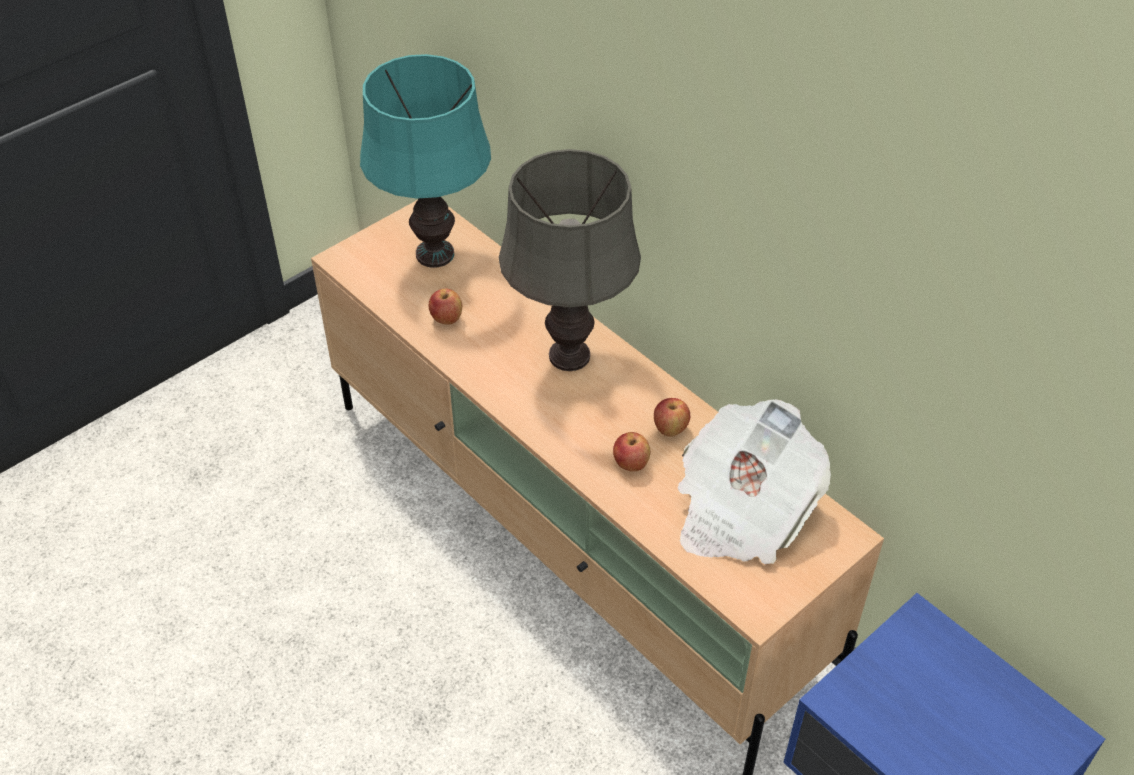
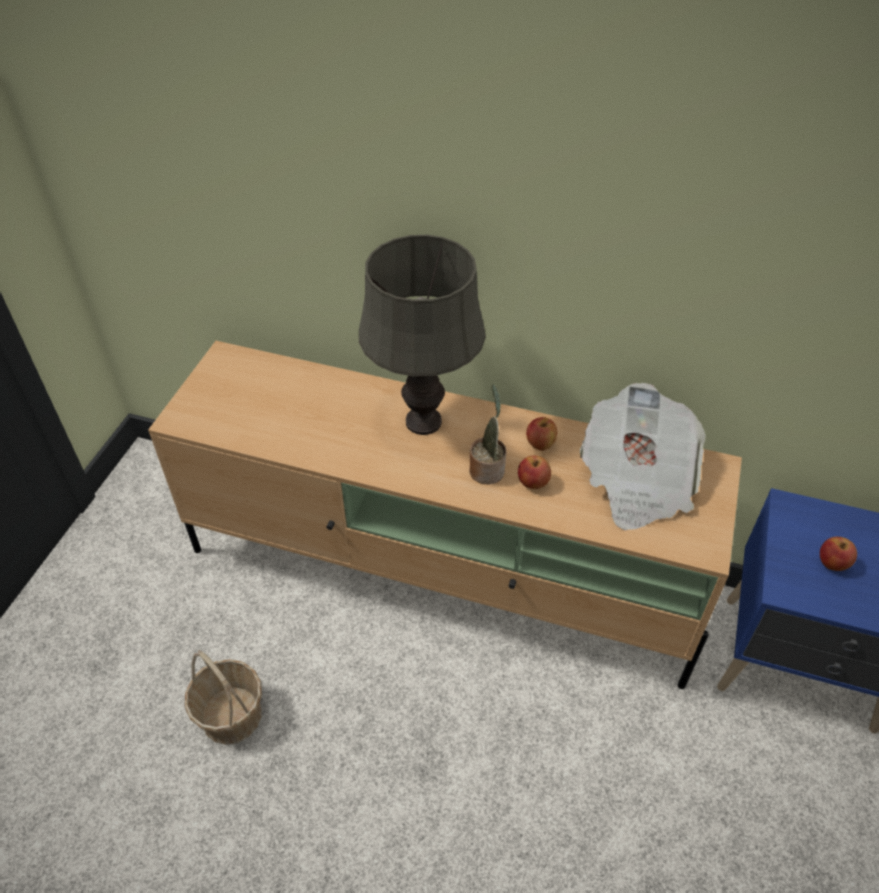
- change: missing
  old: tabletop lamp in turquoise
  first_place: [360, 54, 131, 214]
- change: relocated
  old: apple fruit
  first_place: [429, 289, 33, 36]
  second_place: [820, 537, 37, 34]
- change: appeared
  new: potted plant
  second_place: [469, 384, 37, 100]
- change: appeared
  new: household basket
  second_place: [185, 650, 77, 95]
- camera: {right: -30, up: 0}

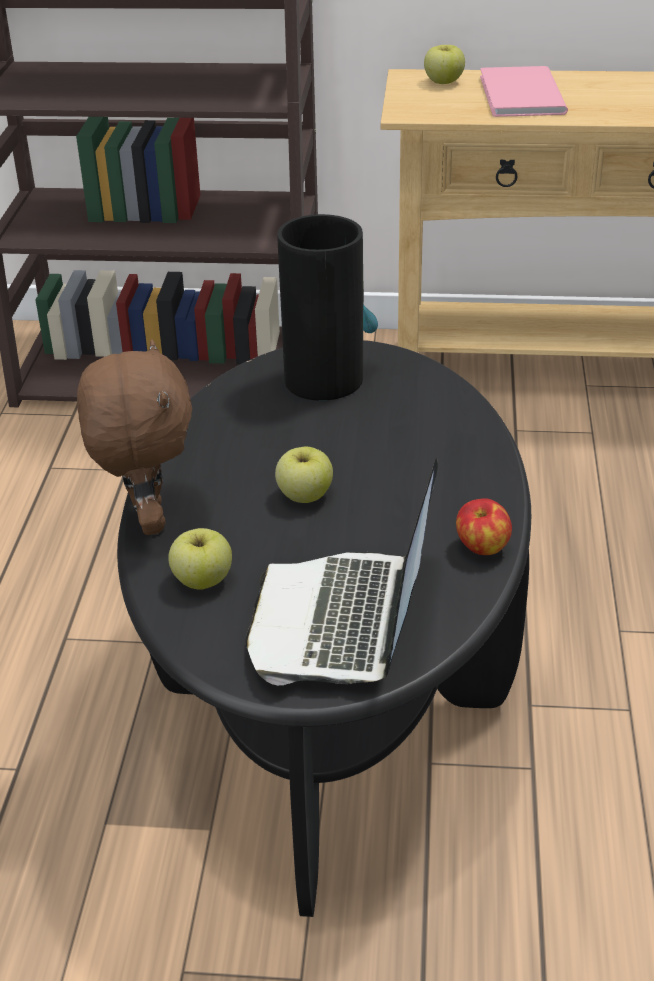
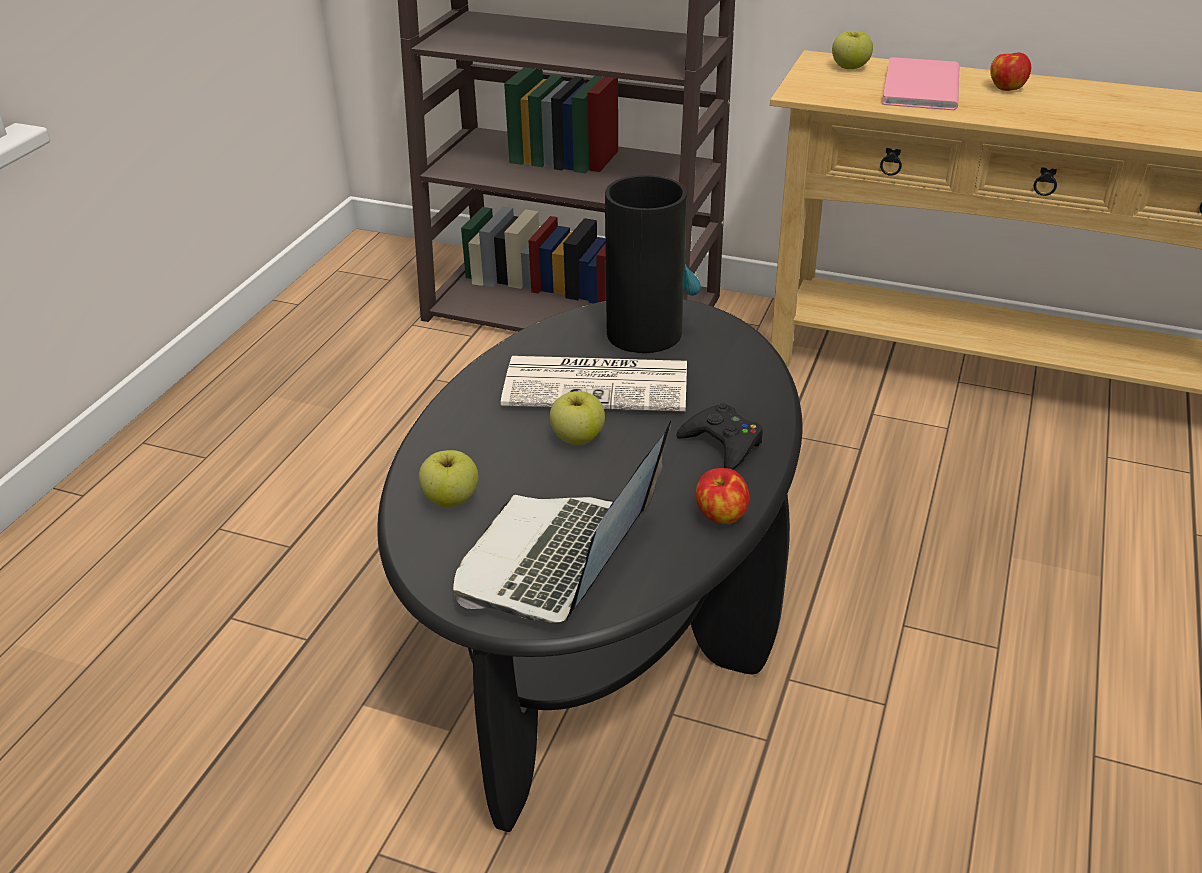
- change: missing
  old: plush toy in brownish
  first_place: [77, 339, 115, 196]
- change: appeared
  new: apple fruit
  second_place: [990, 52, 41, 39]
- change: appeared
  new: newspaper
  second_place: [501, 356, 186, 56]
- change: appeared
  new: game controller in black-coloured
  second_place: [676, 403, 87, 67]
- camera: {right: 15, up: 0}

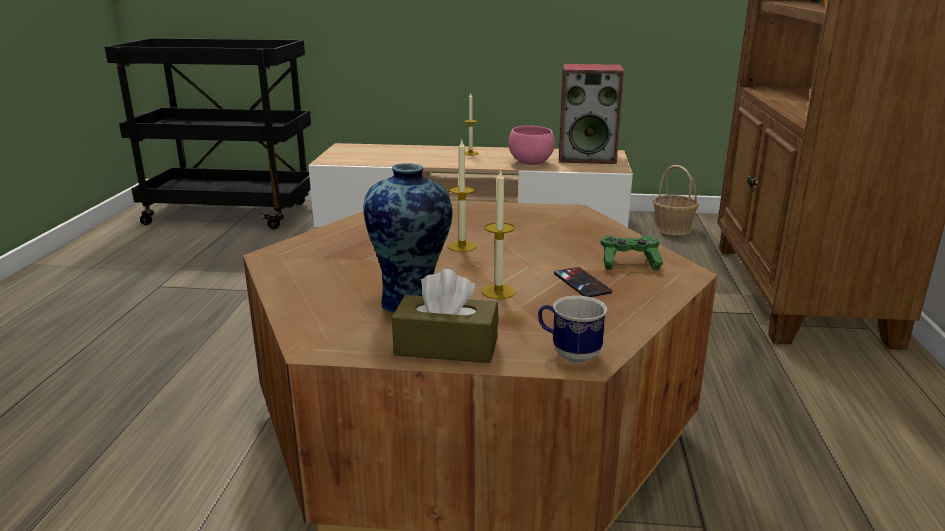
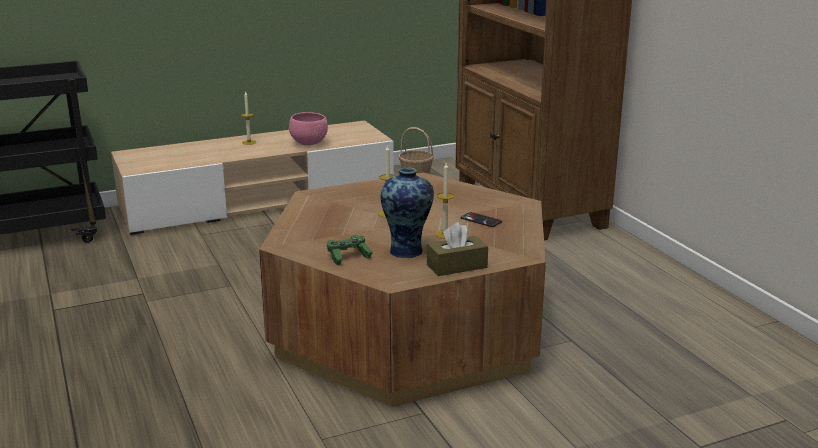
- change: missing
  old: speaker
  first_place: [559, 64, 65, 100]
- change: relocated
  old: game controller in greenish
  first_place: [601, 236, 62, 34]
  second_place: [327, 235, 46, 30]
- change: missing
  old: tea mug
  first_place: [538, 296, 69, 67]
- camera: {right: -30, up: 0}

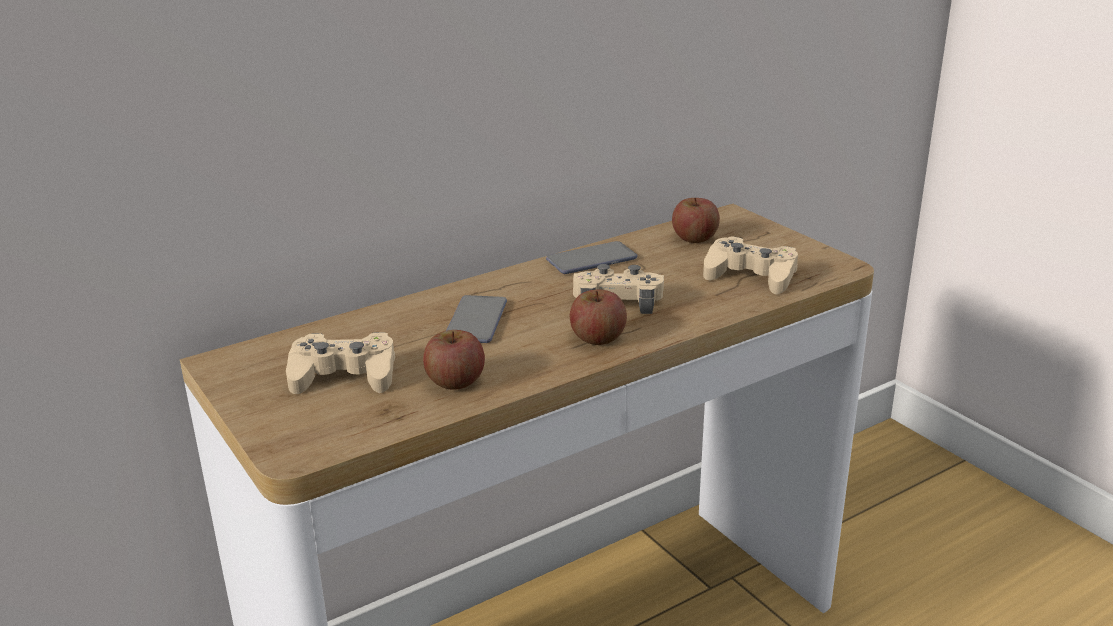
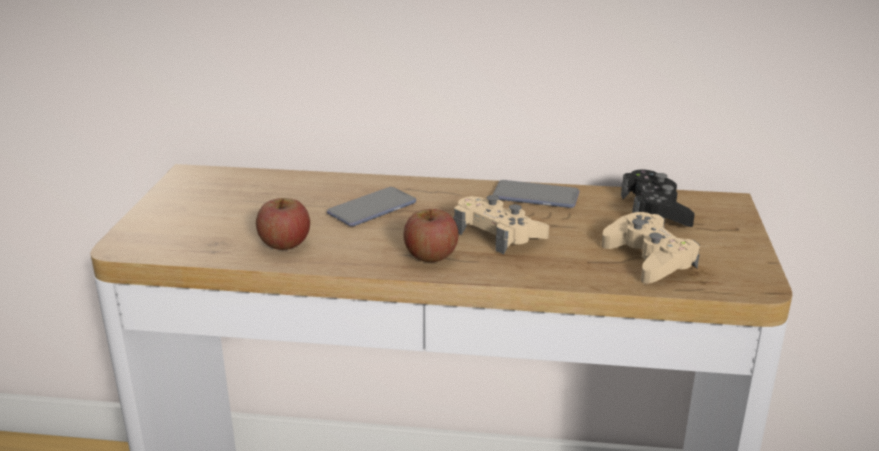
- change: exchanged
  old: apple fruit
  new: game controller in black-coloured
  first_place: [672, 198, 48, 45]
  second_place: [621, 170, 74, 57]
- change: missing
  old: game controller in beige
  first_place: [286, 332, 109, 62]
- camera: {right: 40, up: 0}

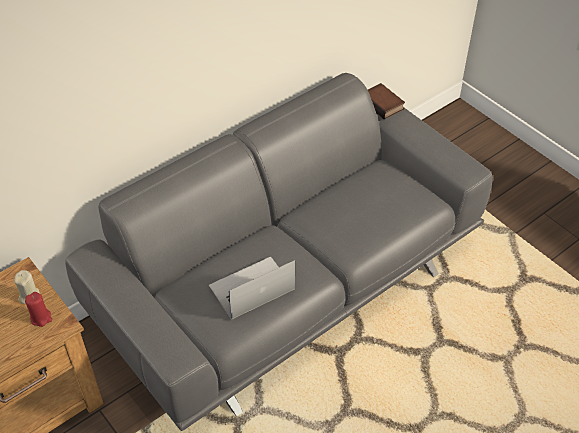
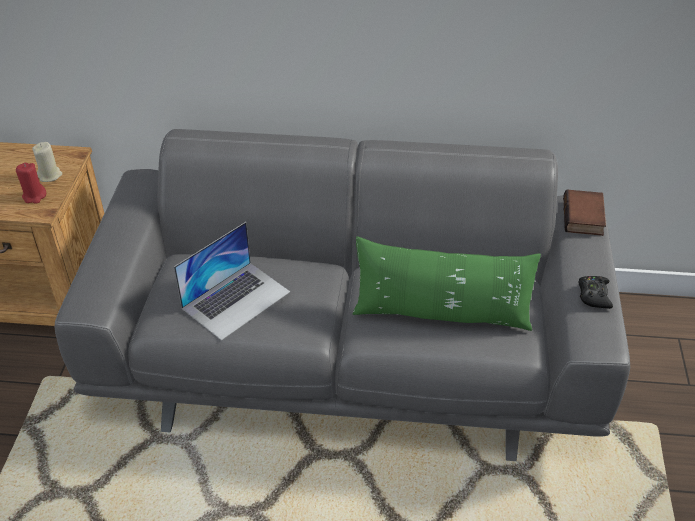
- change: spun
  old: portable computer
  first_place: [209, 257, 86, 63]
  second_place: [174, 222, 116, 119]
  degrees: 120
- change: appeared
  new: pillow in greenish
  second_place: [352, 236, 189, 95]
- change: appeared
  new: game controller in black-coloured
  second_place: [578, 276, 35, 33]
- camera: {right: 45, up: -5}

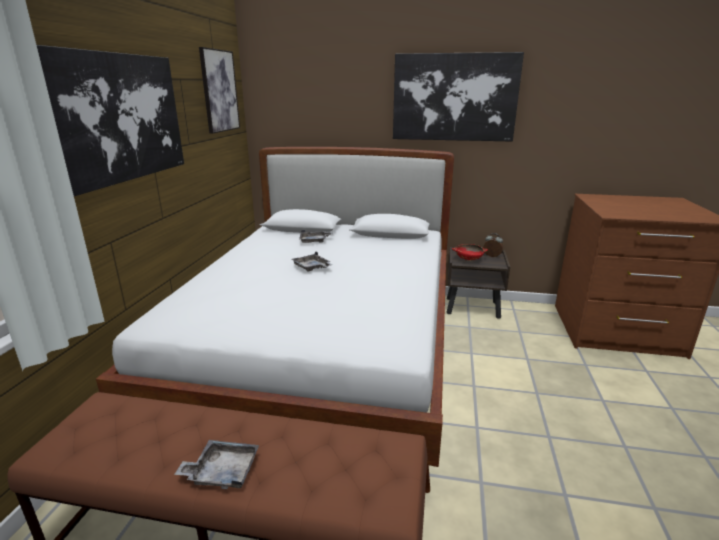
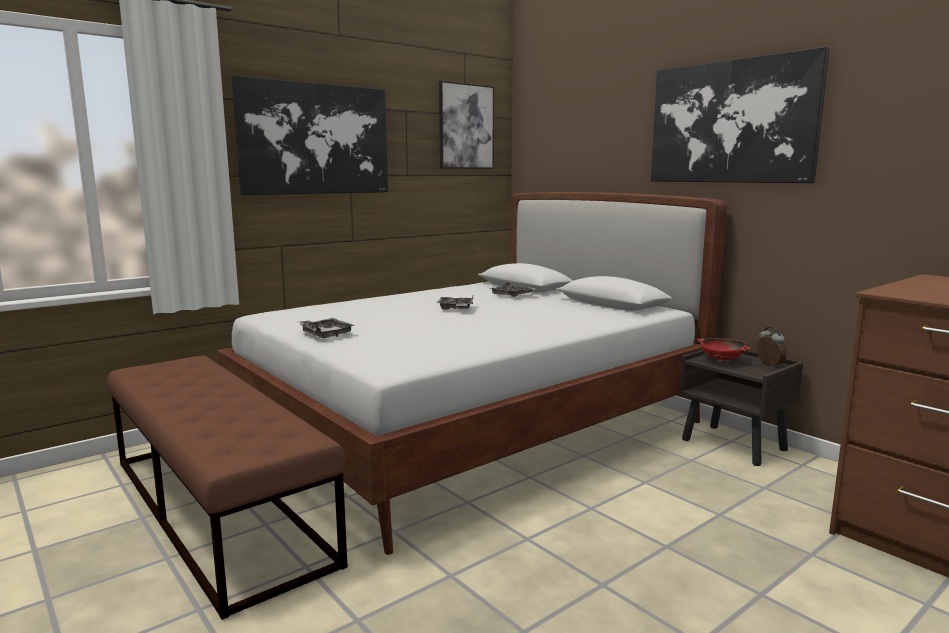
- change: relocated
  old: serving tray in gray
  first_place: [174, 440, 85, 49]
  second_place: [298, 318, 57, 20]
- camera: {right: 40, up: -10}

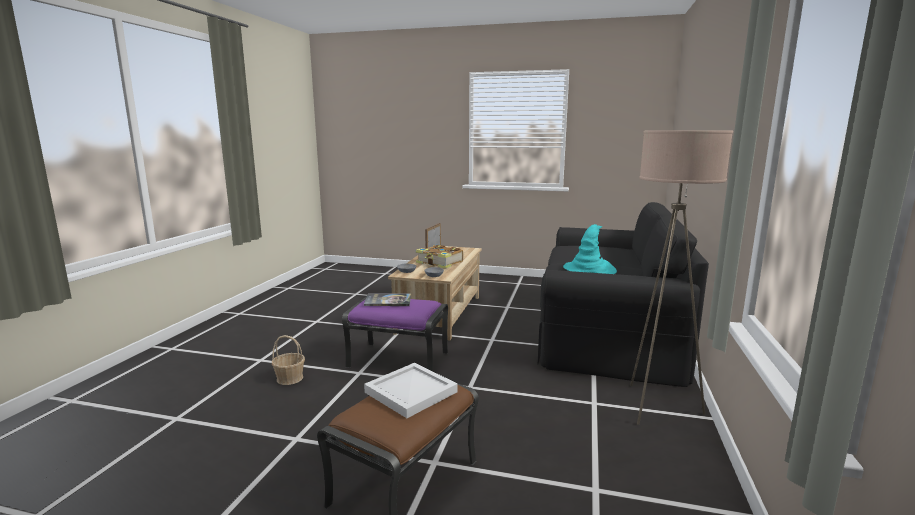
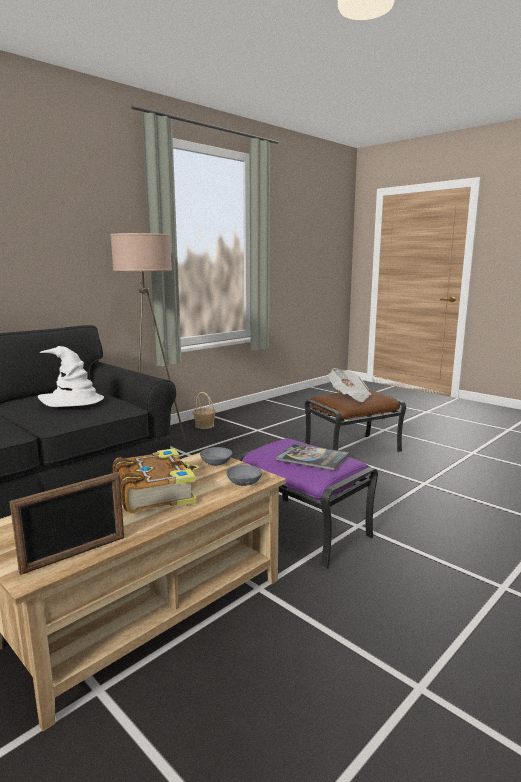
- change: colour
  old: clothing hat in turquoise
  new: clothing hat in white-coloured
  first_place: [563, 224, 54, 50]
  second_place: [38, 346, 66, 61]
- change: relocated
  old: household basket
  first_place: [272, 335, 33, 50]
  second_place: [192, 392, 24, 37]
- change: exchanged
  old: serving tray in white-coloured
  new: newspaper
  first_place: [364, 363, 94, 55]
  second_place: [328, 368, 44, 34]
- camera: {right: -150, up: 0}

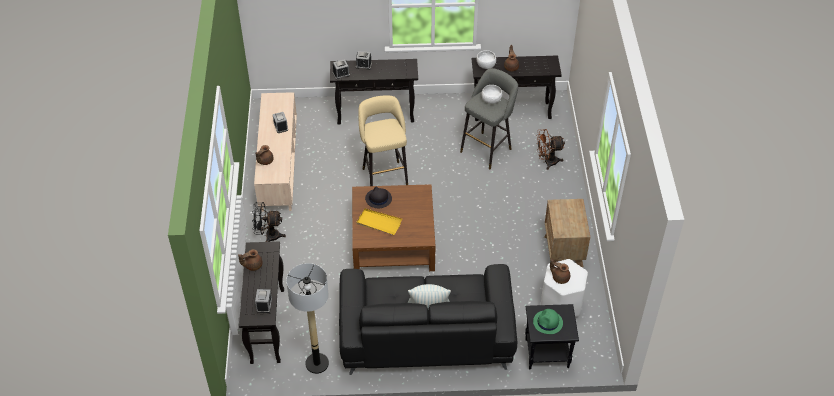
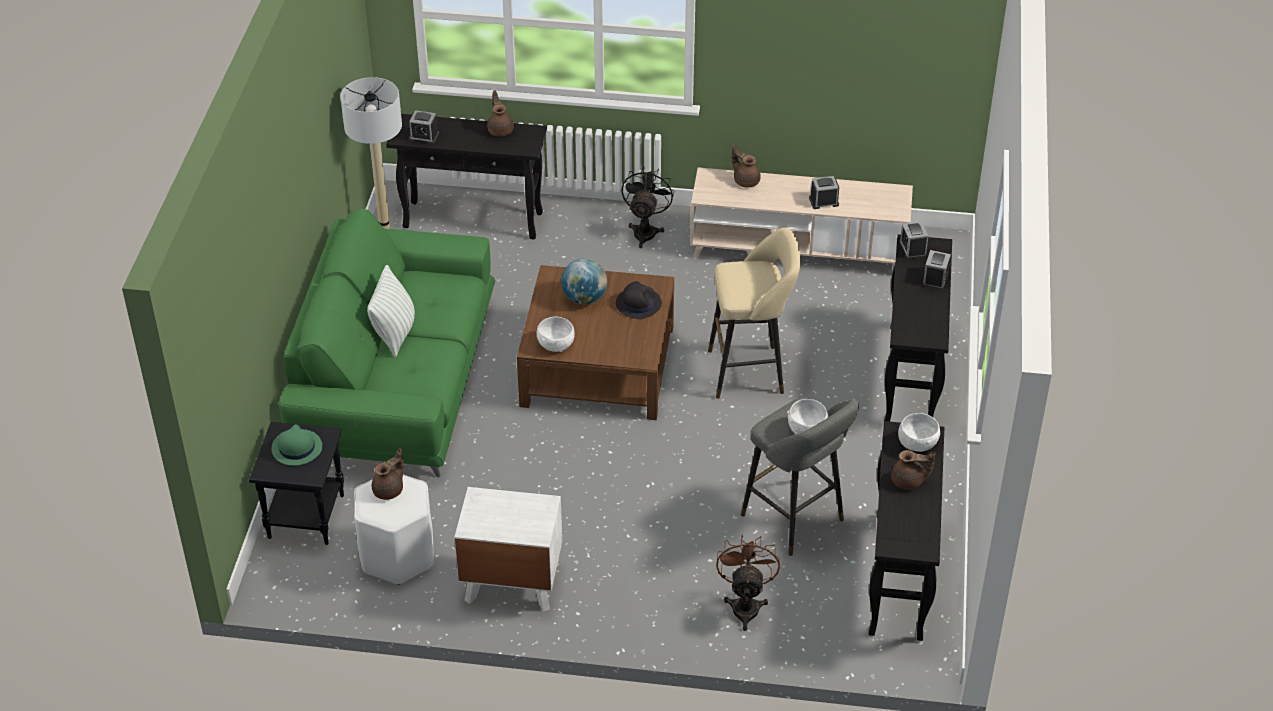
- change: colour
  old: night table in brownish
  new: night table in white-coloured
  first_place: [544, 199, 46, 69]
  second_place: [454, 487, 108, 125]
- change: exchanged
  old: serving tray in yellowish
  new: globe
  first_place: [357, 208, 45, 27]
  second_place: [561, 258, 46, 46]
- change: colour
  old: couch in black-coloured
  new: couch in greenish
  first_place: [339, 264, 179, 111]
  second_place: [279, 209, 216, 268]
- change: appeared
  new: deep dish in white-coloured
  second_place: [537, 317, 38, 35]
- camera: {right: 100, up: -5}

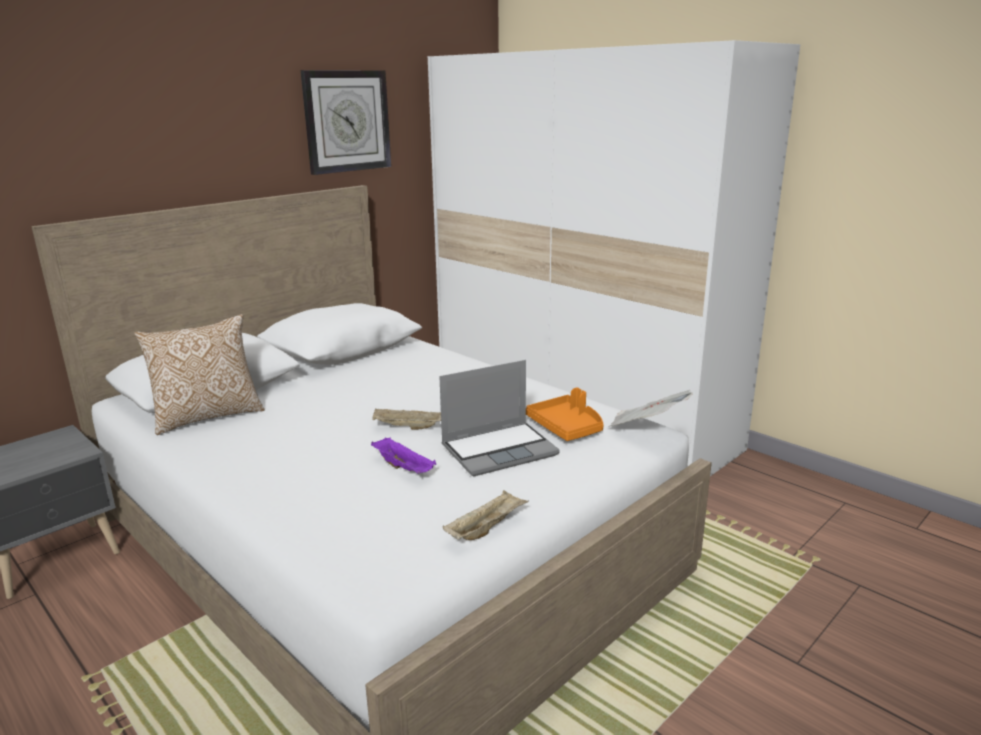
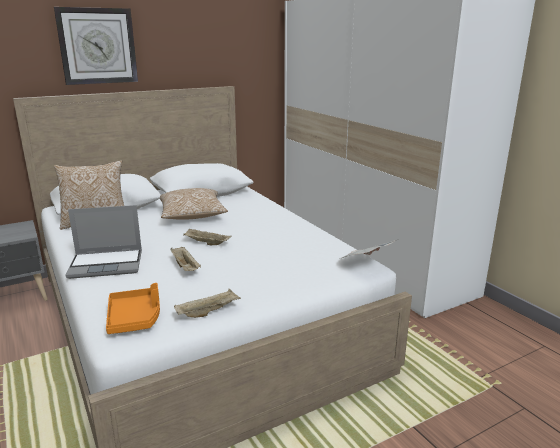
- change: relocated
  old: hanging clock
  first_place: [301, 70, 90, 105]
  second_place: [54, 7, 84, 78]
- change: relocated
  old: portable computer
  first_place: [439, 360, 121, 116]
  second_place: [65, 205, 77, 74]
- change: relocated
  old: serving tray in orange
  first_place: [526, 388, 78, 53]
  second_place: [106, 283, 54, 51]
- change: colour
  old: serving tray in purplish
  new: serving tray in beige
  first_place: [371, 437, 65, 36]
  second_place: [170, 247, 31, 24]
- change: appeared
  new: pillow
  second_place: [160, 188, 68, 32]
- camera: {right: 15, up: 0}

